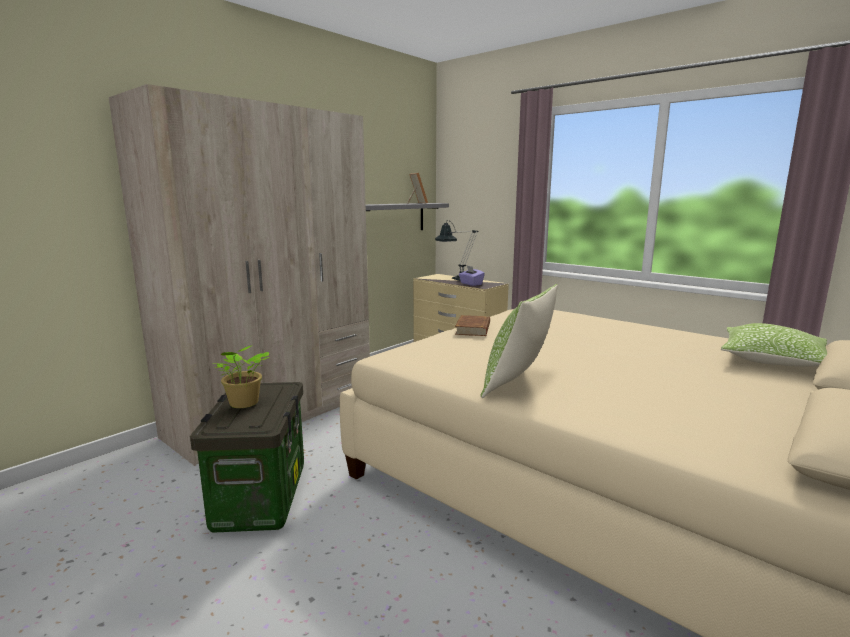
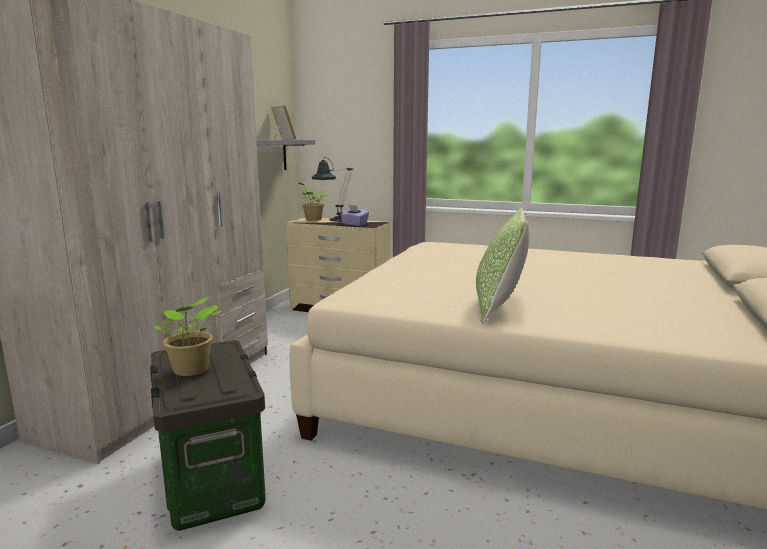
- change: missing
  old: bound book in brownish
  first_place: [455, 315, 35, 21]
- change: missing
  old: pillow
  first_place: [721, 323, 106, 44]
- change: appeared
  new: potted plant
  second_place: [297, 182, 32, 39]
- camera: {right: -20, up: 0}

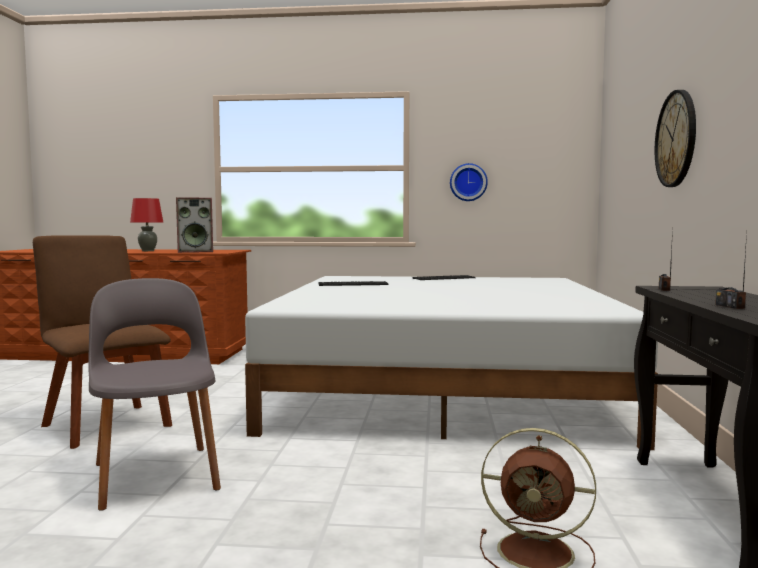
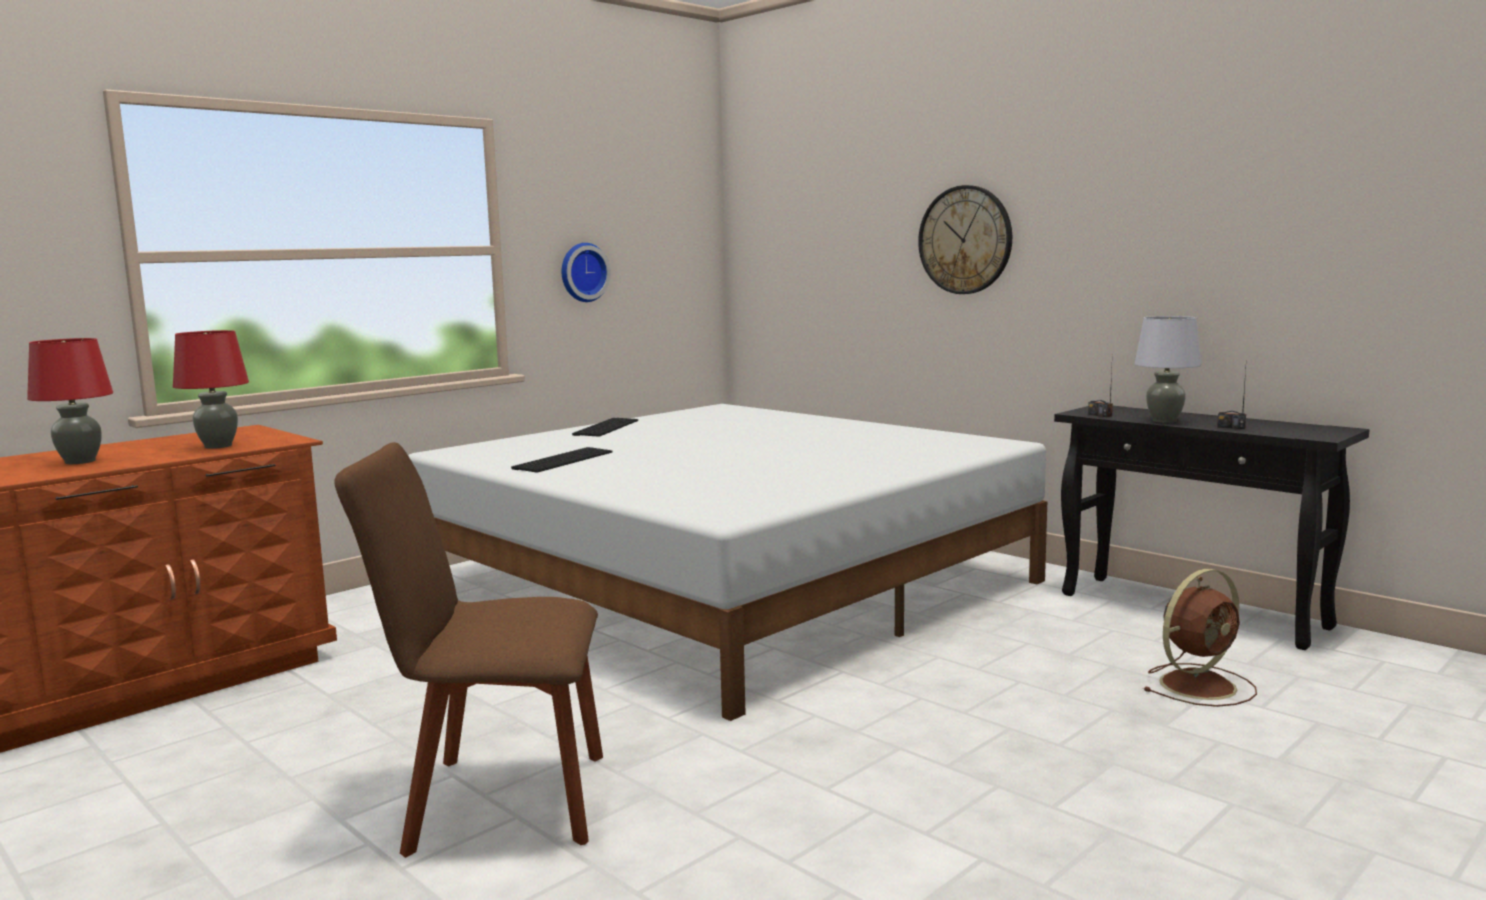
- change: exchanged
  old: speaker
  new: tabletop lamp in reddish
  first_place: [176, 197, 37, 56]
  second_place: [173, 330, 76, 119]
- change: missing
  old: plain chair in gray
  first_place: [88, 278, 133, 233]
- change: appeared
  new: tabletop lamp in gray
  second_place: [1134, 316, 67, 107]
- camera: {right: -50, up: 5}

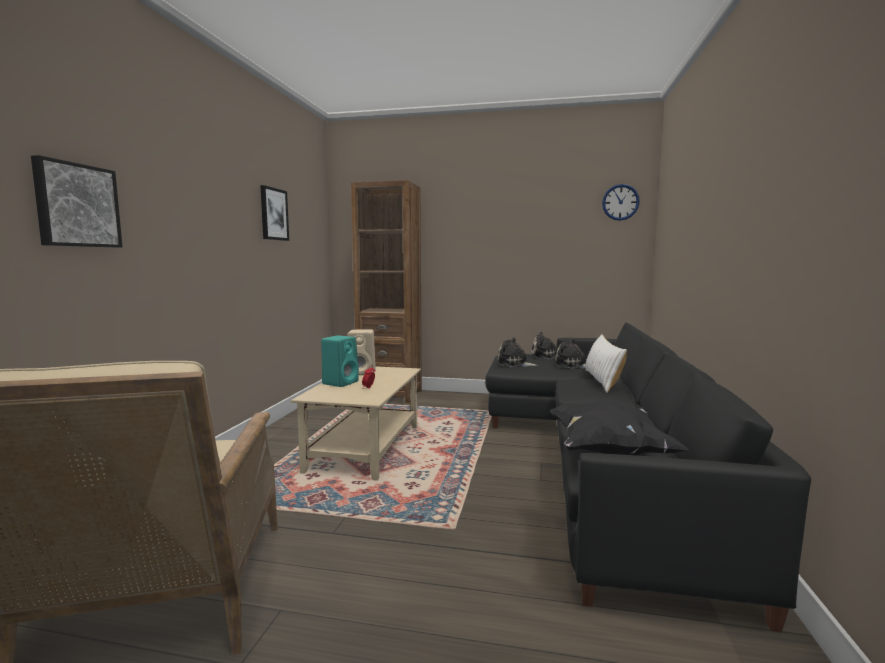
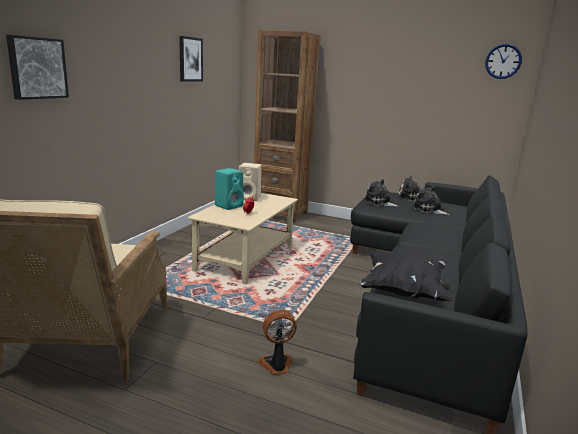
- change: missing
  old: pillow in white-coloured
  first_place: [586, 335, 41, 58]
- change: appeared
  new: electric fan
  second_place: [258, 310, 39, 65]
- camera: {right: 10, up: 10}

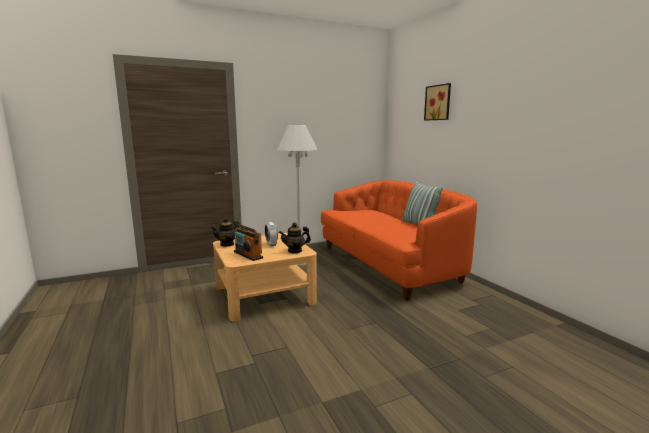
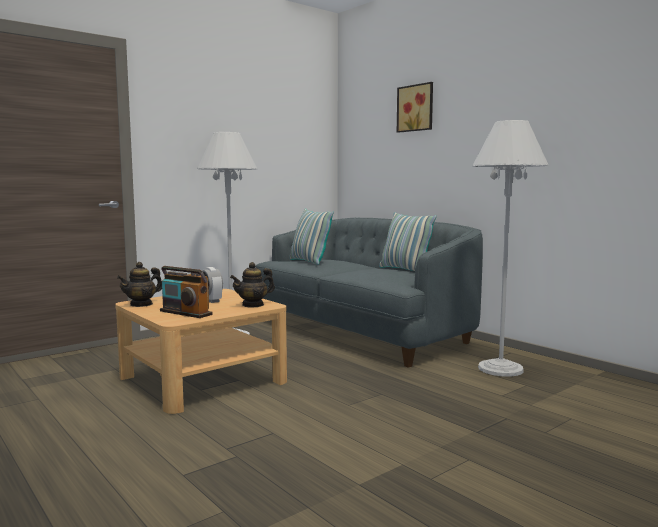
- change: colour
  old: couch in orange
  new: couch in gray
  first_place: [321, 180, 156, 121]
  second_place: [255, 218, 228, 150]
- change: appeared
  new: standard lamp in white-coloured
  second_place: [472, 120, 77, 256]
- change: appeared
  new: pillow
  second_place: [290, 209, 44, 56]
- camera: {right: -15, up: -5}

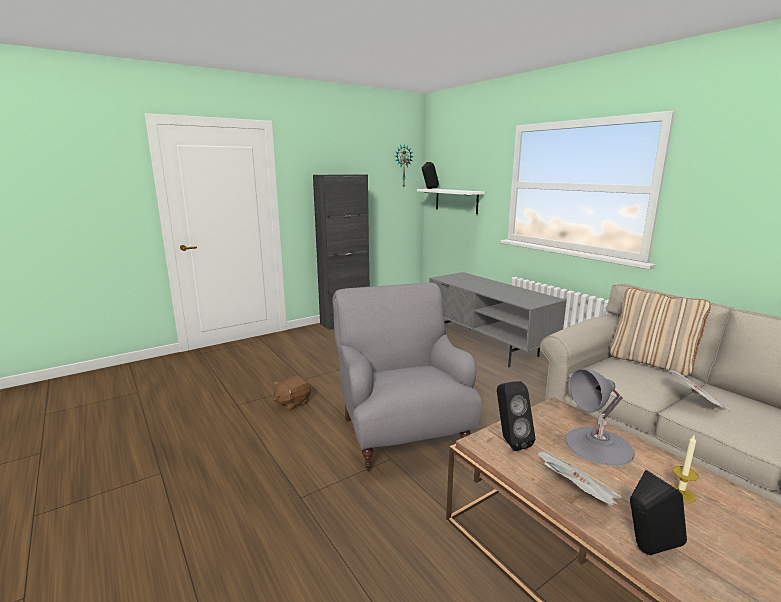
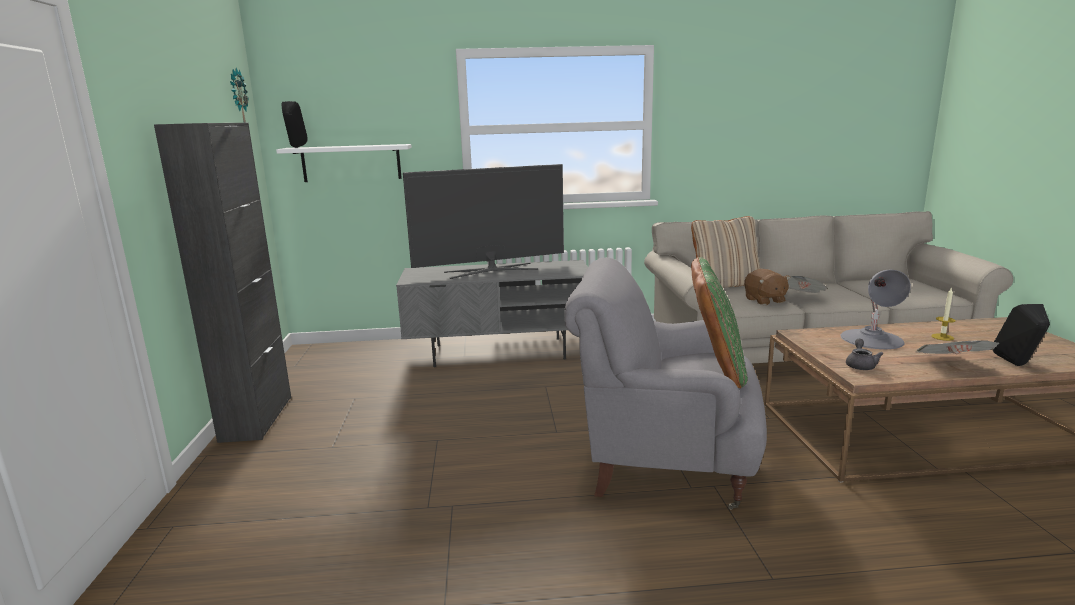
- change: relocated
  old: plush toy in brownish
  first_place: [274, 376, 37, 34]
  second_place: [744, 269, 47, 36]
- change: exchanged
  old: speaker in black-coloured
  new: teapot in gray
  first_place: [497, 381, 38, 70]
  second_place: [846, 339, 38, 31]
- change: appeared
  new: TV set
  second_place: [403, 164, 161, 115]
- change: appeared
  new: pillow in greenish
  second_place: [691, 257, 57, 131]
- camera: {right: -60, up: 0}

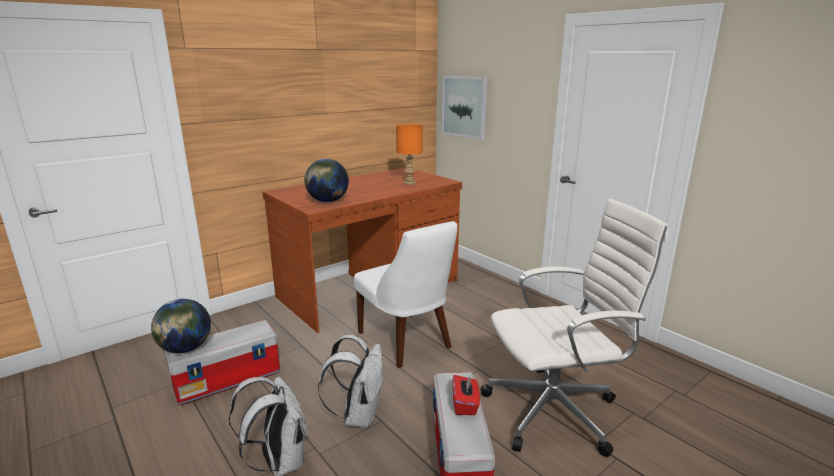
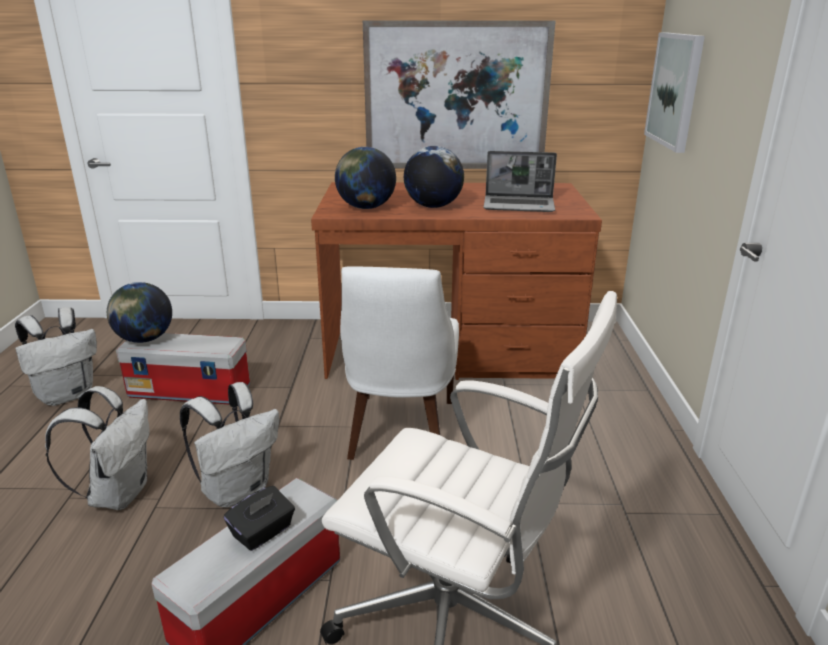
- change: exchanged
  old: tabletop lamp in orange
  new: portable computer
  first_place: [396, 124, 27, 61]
  second_place: [483, 151, 74, 61]
- change: colour
  old: tissue holder in reddish
  new: tissue holder in black-coloured
  first_place: [452, 374, 28, 41]
  second_place: [224, 486, 71, 65]
- change: appeared
  new: picture
  second_place: [363, 20, 193, 149]
- change: appeared
  new: globe
  second_place: [404, 146, 60, 62]
- change: appeared
  new: backpack in white-coloured
  second_place: [15, 307, 82, 99]
- camera: {right: 40, up: 5}

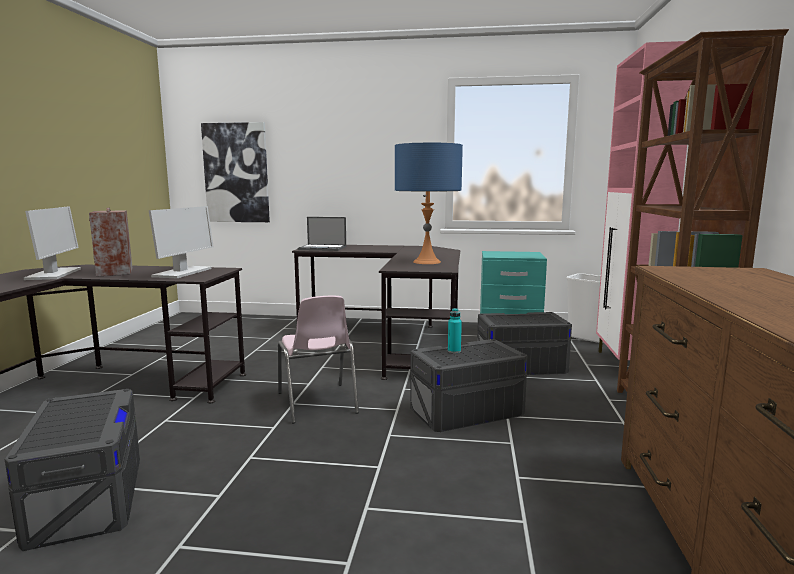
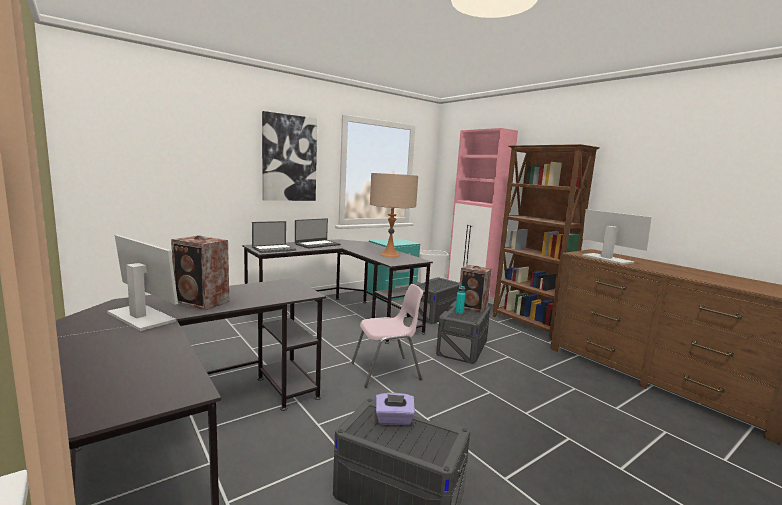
- change: relocated
  old: picture
  first_place: [201, 122, 69, 100]
  second_place: [262, 111, 55, 90]
- change: colour
  old: tabletop lamp in bluish
  new: tabletop lamp in beige
  first_place: [395, 143, 68, 121]
  second_place: [370, 173, 48, 84]
- change: relocated
  old: monitor
  first_place: [149, 206, 65, 72]
  second_place: [582, 209, 70, 56]
- change: spun
  old: plain chair in pink-coloured
  first_place: [278, 296, 81, 128]
  second_place: [351, 284, 72, 104]
  degrees: -45
- change: appeared
  new: portable computer
  second_place: [295, 218, 45, 31]
- change: appeared
  new: speaker
  second_place: [459, 265, 33, 47]
- change: appeared
  new: tissue holder in purplish
  second_place: [376, 393, 39, 32]
- camera: {right: -45, up: 0}

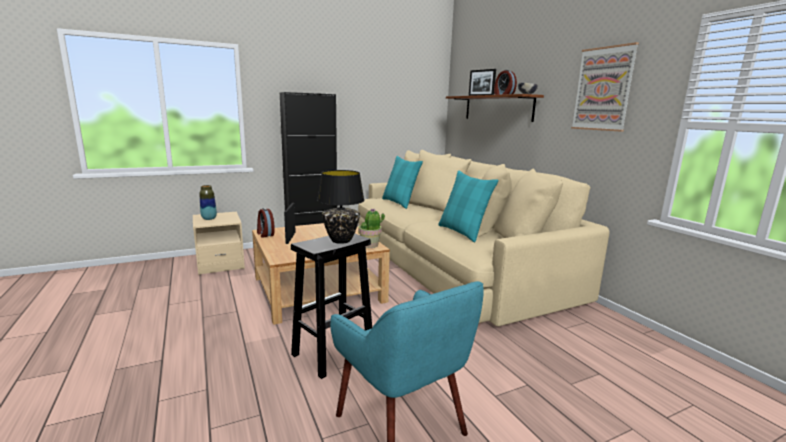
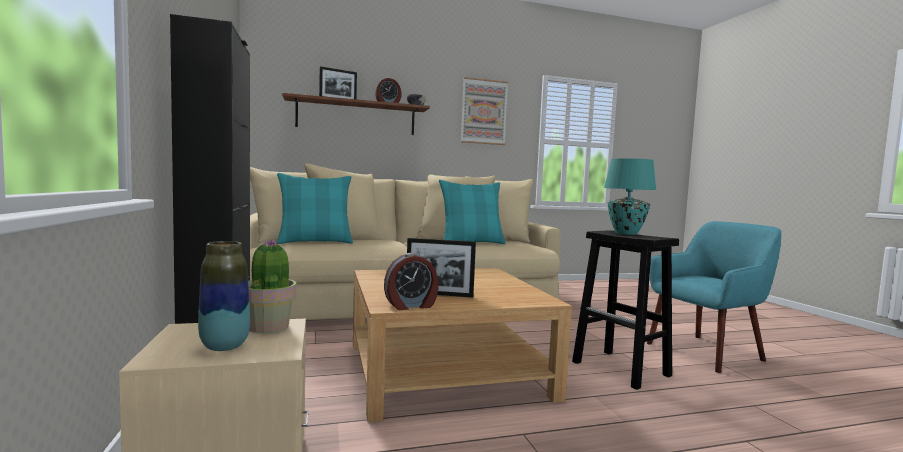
- change: colour
  old: tabletop lamp in black-coloured
  new: tabletop lamp in turquoise
  first_place: [317, 170, 47, 74]
  second_place: [604, 158, 52, 77]
- change: relocated
  old: potted plant
  first_place: [358, 209, 27, 39]
  second_place: [248, 239, 48, 94]
- camera: {right: -80, up: -10}

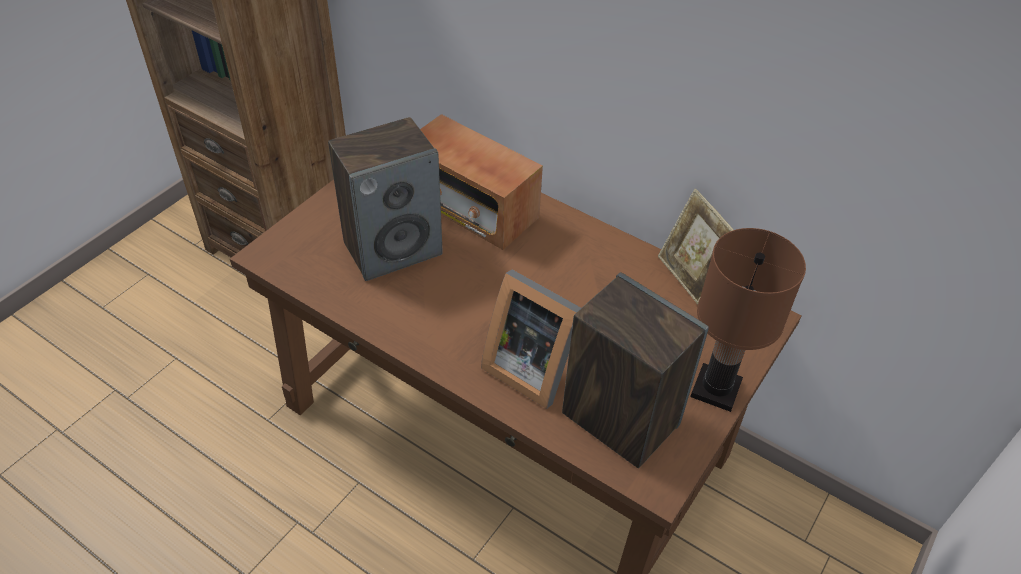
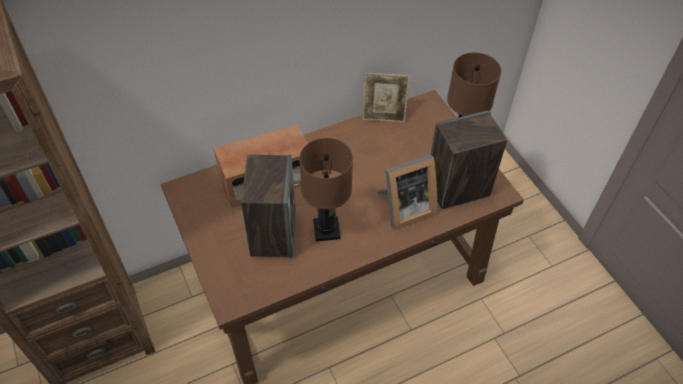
- change: appeared
  new: tabletop lamp in brownish
  second_place: [299, 138, 54, 103]
- camera: {right: -60, up: 5}

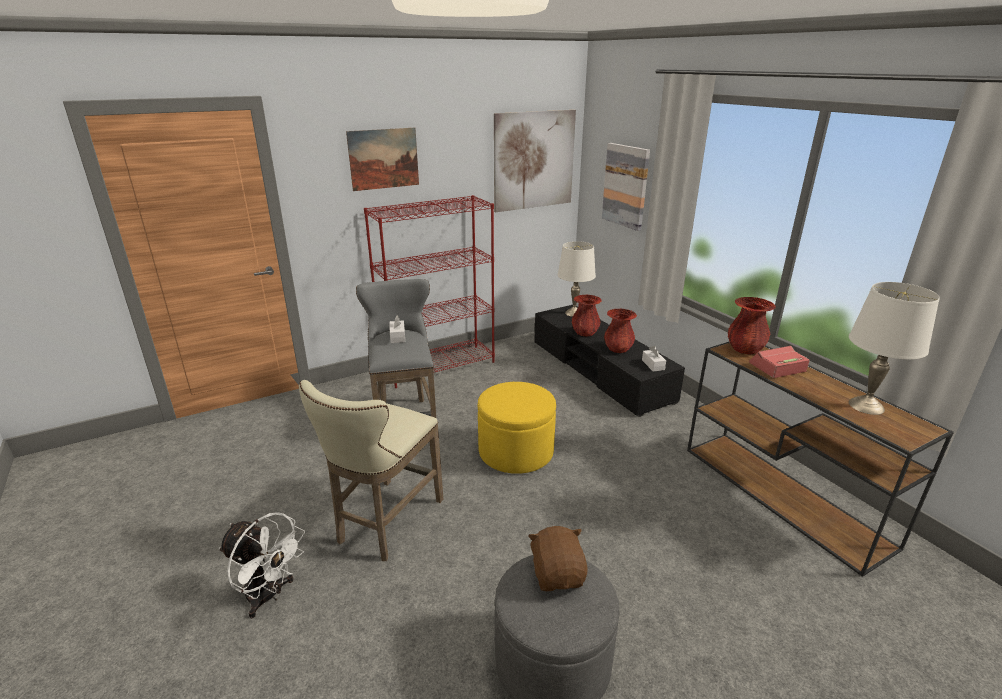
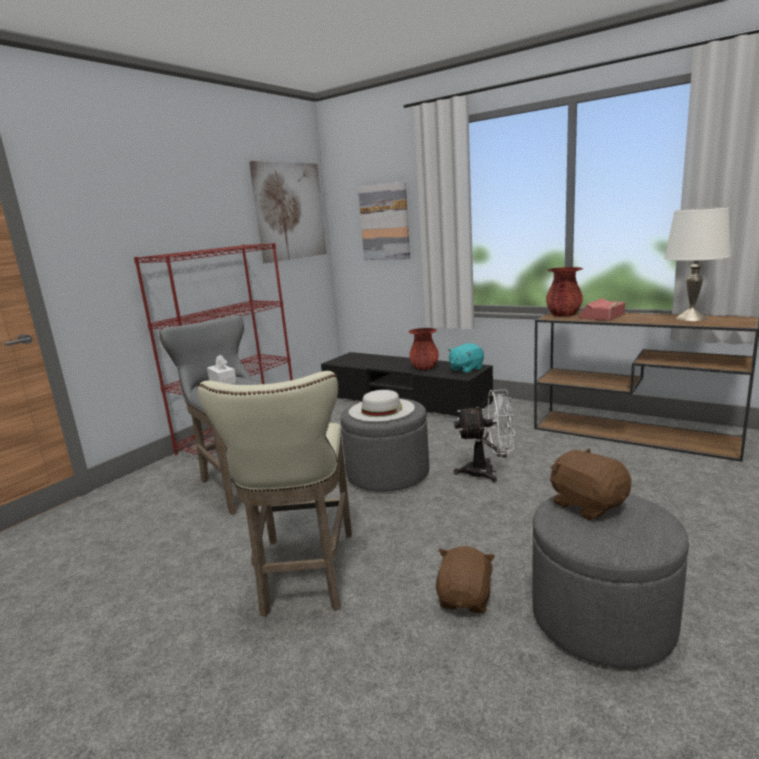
- change: missing
  old: picture
  first_place: [346, 128, 73, 63]
- change: missing
  old: tabletop lamp in white-coloured
  first_place: [558, 241, 38, 76]
- change: missing
  old: flower vase in reddish
  first_place: [572, 295, 30, 42]
- change: exchanged
  old: tissue holder in white-coloured
  new: plush toy in turquoise
  first_place: [642, 346, 24, 25]
  second_place: [448, 343, 36, 31]
- change: colour
  old: footrest in yellowish
  new: footrest in gray
  first_place: [478, 382, 78, 92]
  second_place: [341, 398, 88, 94]
- change: relocated
  old: electric fan in white-coloured
  first_place: [219, 512, 86, 106]
  second_place: [454, 390, 61, 93]
- change: appeared
  new: clothing hat in white-coloured
  second_place: [349, 390, 66, 32]
- change: appeared
  new: plush toy in brownish
  second_place: [436, 546, 59, 67]
- camera: {right: -25, up: -10}

